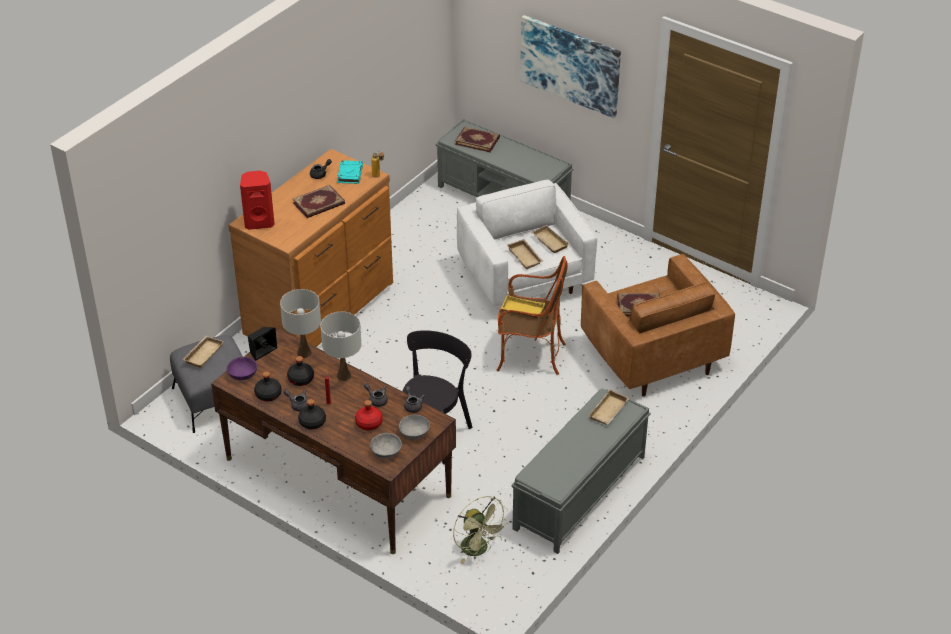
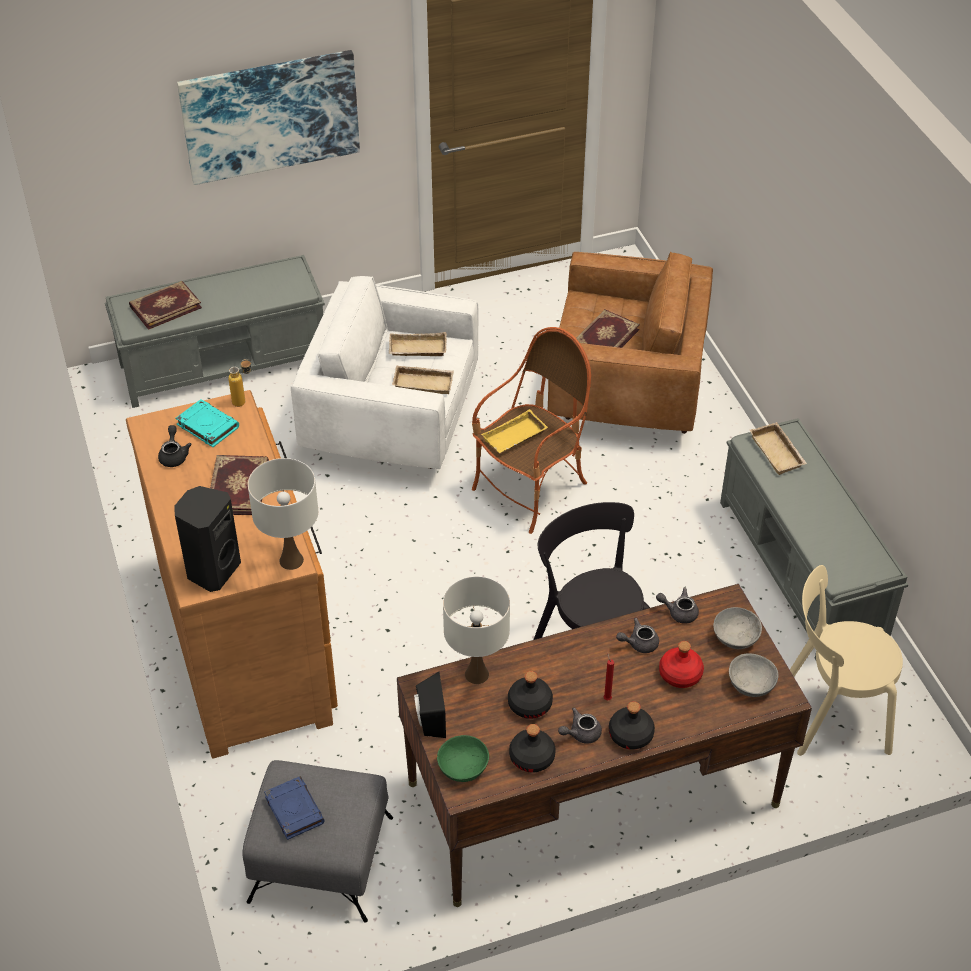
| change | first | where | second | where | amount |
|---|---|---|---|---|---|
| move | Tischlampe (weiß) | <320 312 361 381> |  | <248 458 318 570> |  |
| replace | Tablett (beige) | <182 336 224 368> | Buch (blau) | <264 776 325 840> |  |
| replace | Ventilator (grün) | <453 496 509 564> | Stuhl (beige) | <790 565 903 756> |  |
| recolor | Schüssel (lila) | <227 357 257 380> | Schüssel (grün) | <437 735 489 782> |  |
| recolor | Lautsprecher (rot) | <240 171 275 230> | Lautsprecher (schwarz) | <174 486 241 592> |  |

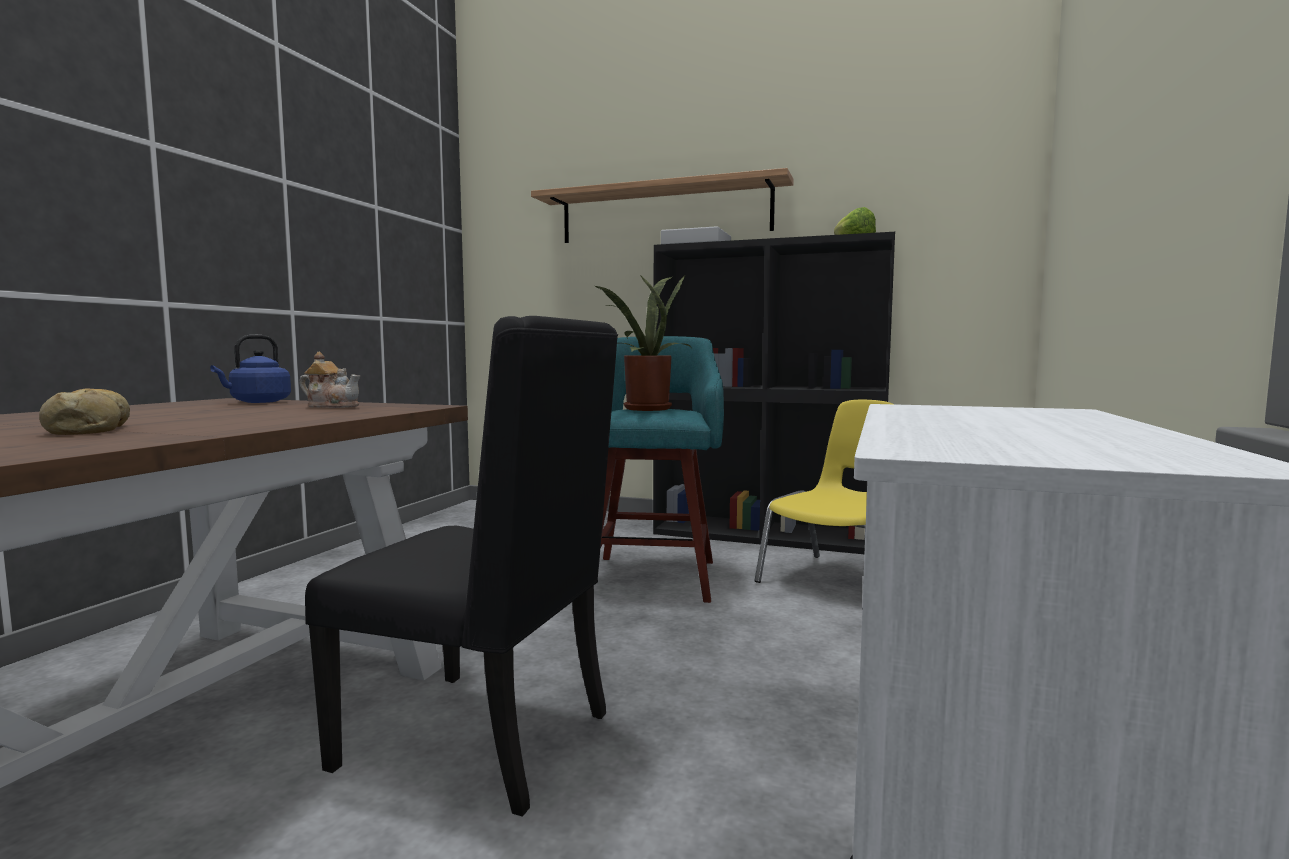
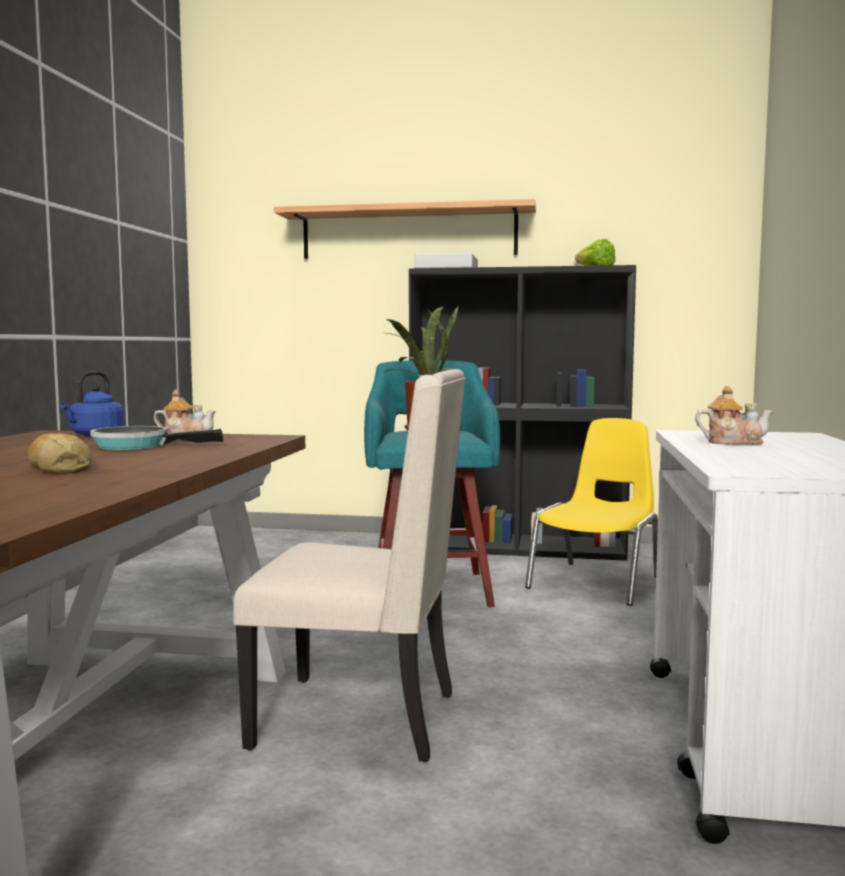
| change | first | where | second | where | amount |
|---|---|---|---|---|---|
| insert |  |  | Pfanne | <90 426 223 450> |  |
| insert |  |  | Teekanne | <695 386 774 445> |  |
| recolor | Stuhl (schwarz) | <305 316 618 817> | Stuhl (beige) | <233 369 466 762> |  |

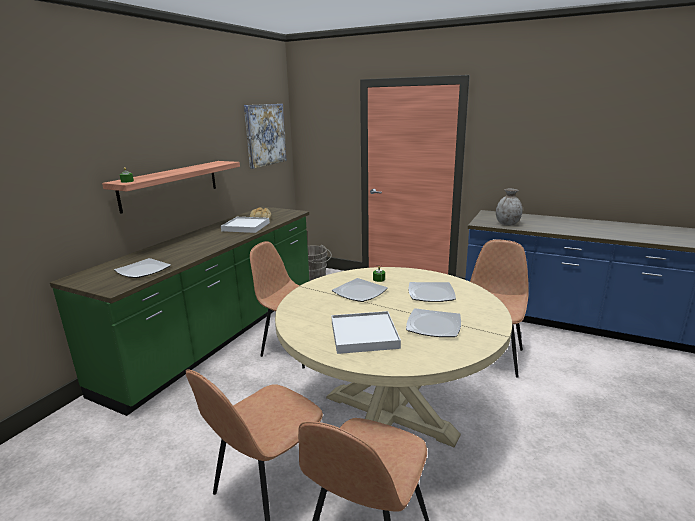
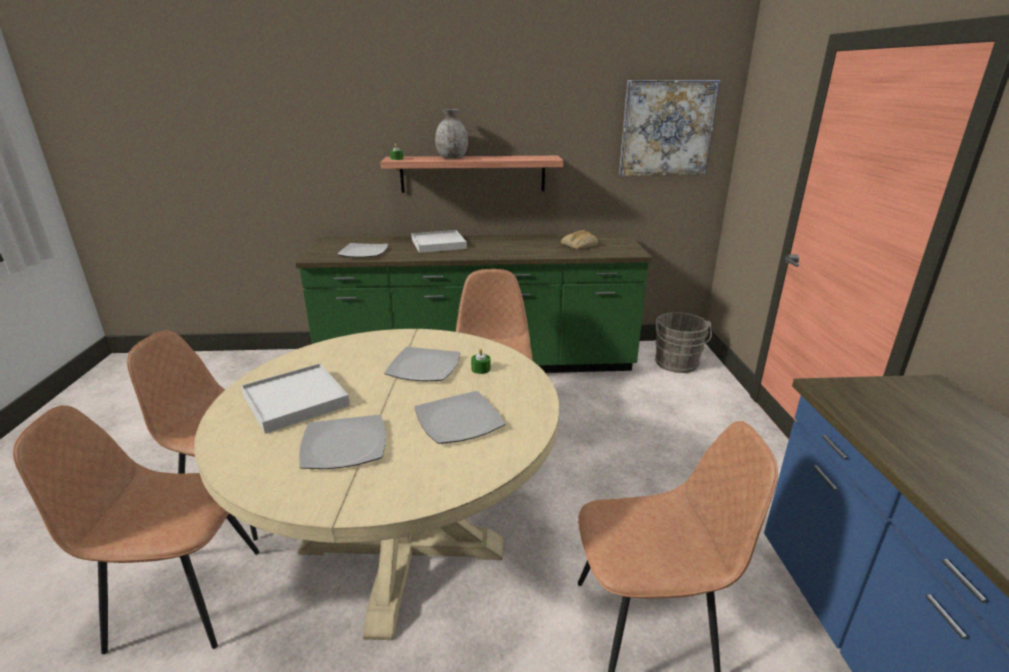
| change | first | where | second | where | amount |
|---|---|---|---|---|---|
| move | Tablett (weiß) | <221 217 270 233> |  | <411 230 467 253> |  |
| move | Vase (grau) | <496 189 523 225> |  | <435 109 468 159> |  |

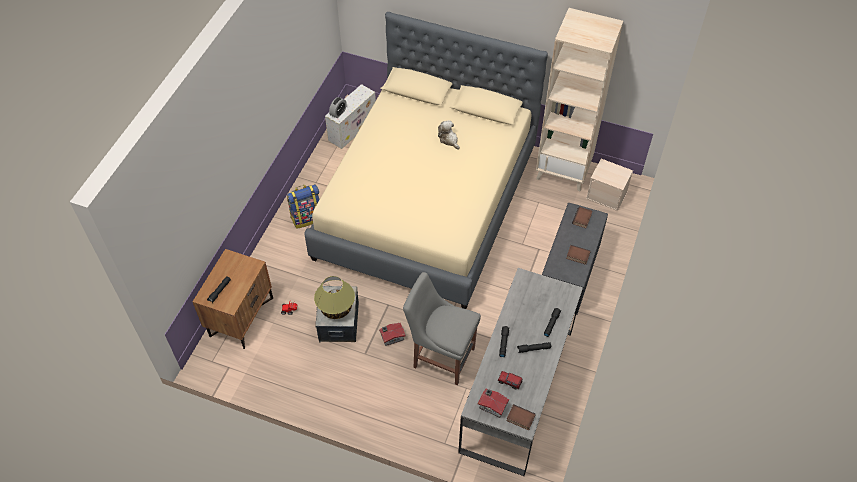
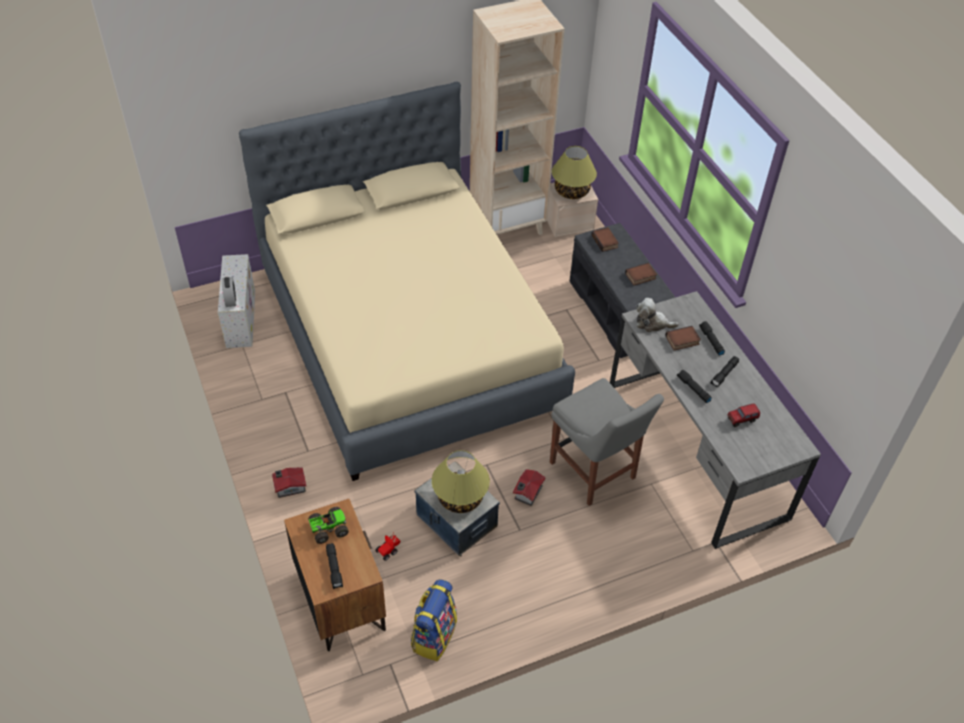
| change | first | where | second | where | amount |
|---|---|---|---|---|---|
| insert |  |  | Spielzeuglaster | <308 507 349 544> |  |
| insert |  |  | Tischlampe | <552 146 597 199> |  |
| move | Rucksack | <287 184 320 229> |  | <411 579 457 661> |  |
| move | Plüschtier | <438 120 460 150> |  | <636 298 679 332> |  |
| move | Spielzeughaus | <478 389 509 418> |  | <272 467 306 498> |  |
| move | Buch | <506 404 536 431> |  | <666 326 701 351> |  |
| rotate | Stuhl (grau) | <403 272 481 385> |  | <550 378 664 506> | 105 degrees counterclockwise |

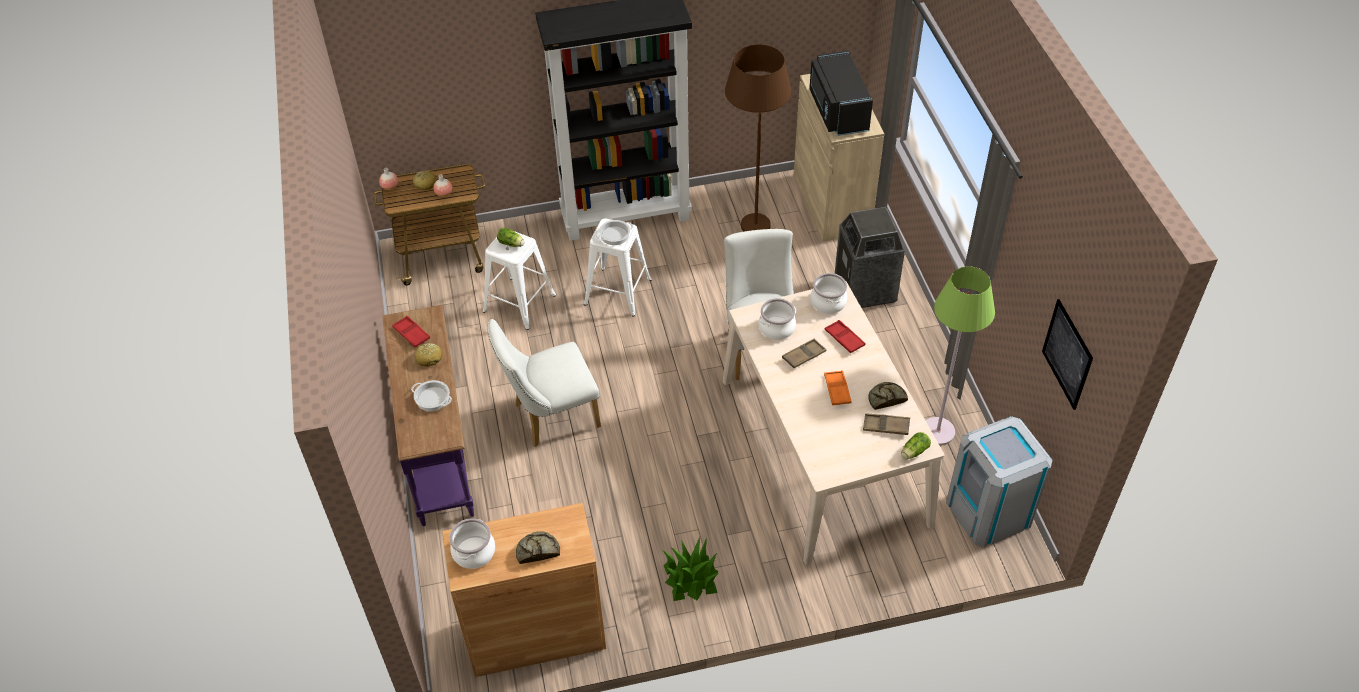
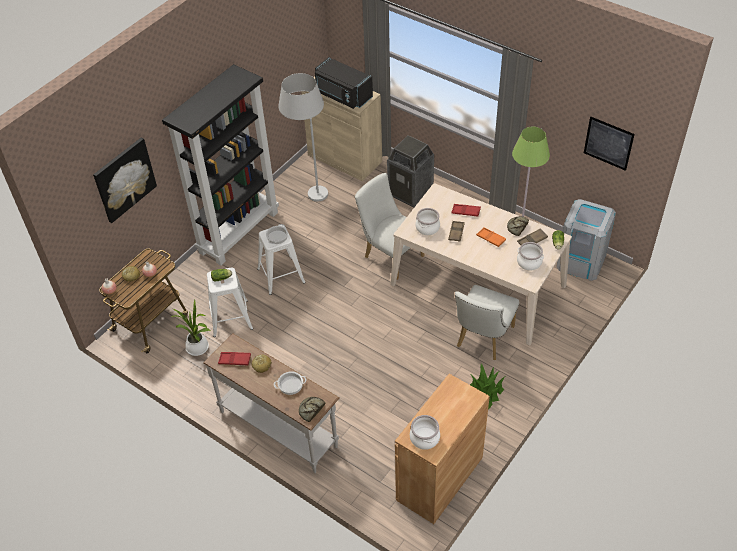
| change | first | where | second | where | amount |
|---|---|---|---|---|---|
| insert |  |  | Bild | <93 137 157 223> |  |
| insert |  |  | Topfpflanze | <171 300 210 356> |  |
| move | Stuhl (weiß) | <488 319 601 447> |  | <455 285 519 360> |  |
| move | Brot | <516 531 560 564> |  | <299 397 325 422> |  |
| move | Kochtopf | <810 273 847 314> |  | <517 242 544 271> |  |
| recolor | Konsolentisch (lila) | <382 305 474 526> | Konsolentisch (weiß) | <203 333 340 473> |  |
| recolor | Stehlampe (braun) | <725 44 791 232> | Stehlampe (weiß) | <278 73 328 202> |  |

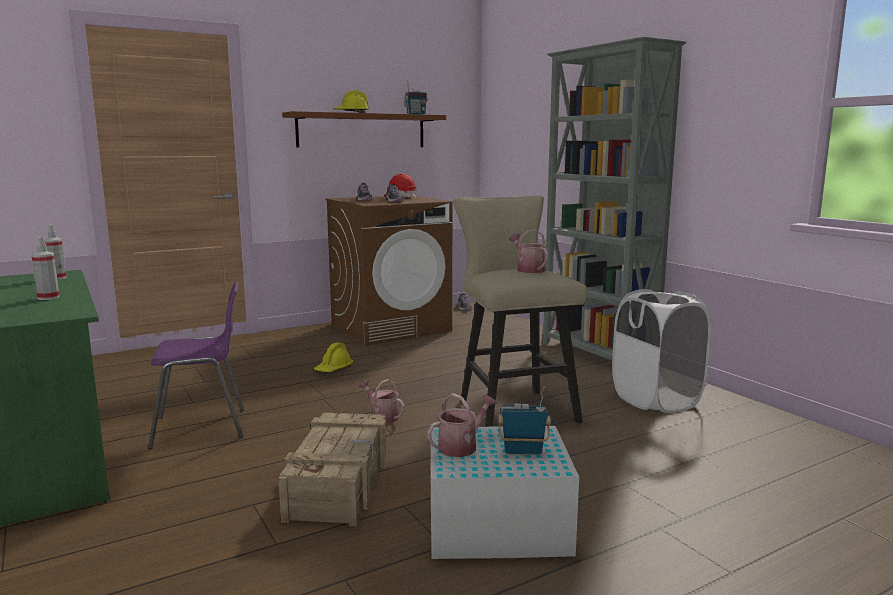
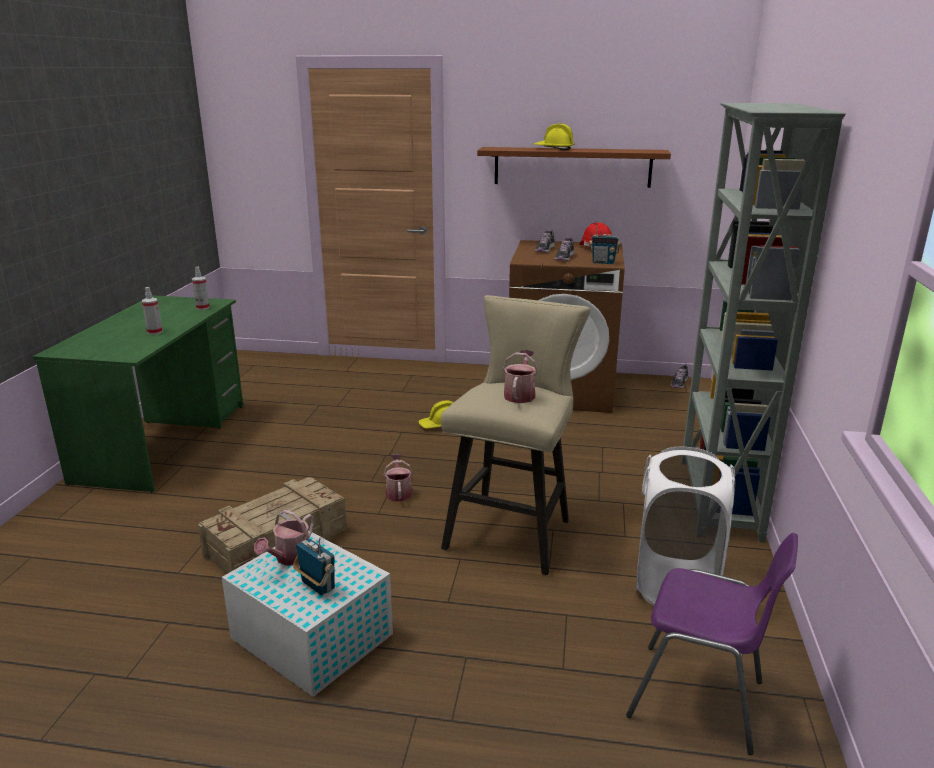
| change | first | where | second | where | amount |
|---|---|---|---|---|---|
| move | Stuhl (lila) | <148 282 245 449> |  | <626 533 798 755> |  |
| move | Radio | <404 80 428 115> |  | <589 221 620 264> |  |
| rotate | Gießkanne | <427 393 497 457> |  | <254 510 315 566> | 120 degrees clockwise |

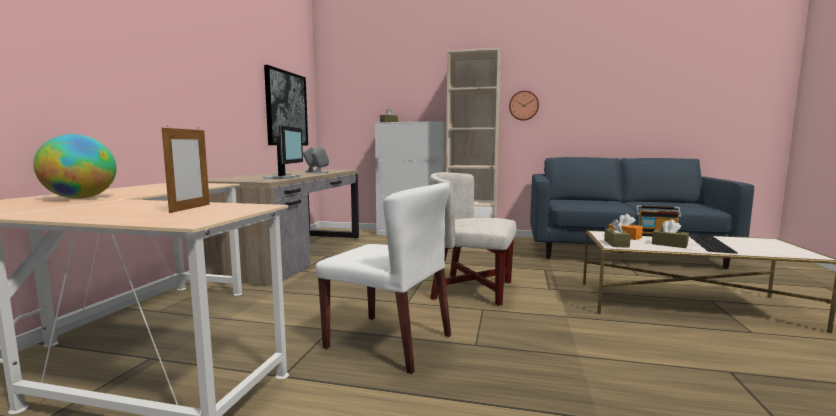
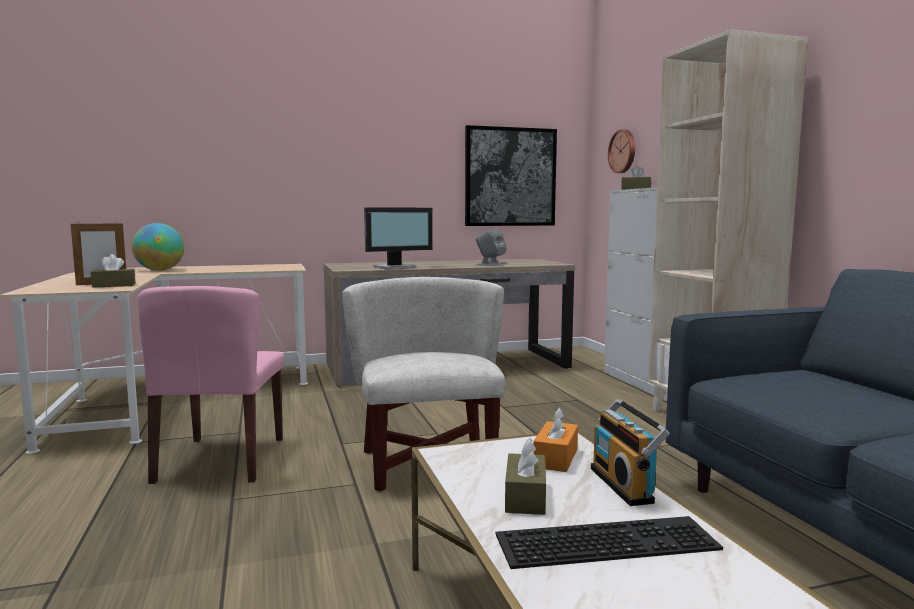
| change | first | where | second | where | amount |
|---|---|---|---|---|---|
| move | Wanduhr | <509 91 539 121> |  | <608 129 635 173> |  |
| move | Taschentuchbox (braun) | <604 219 631 248> |  | <91 254 136 288> |  |
| recolor | Stuhl (weiß) | <315 183 451 374> | Stuhl (rosa) | <138 286 285 484> |  |

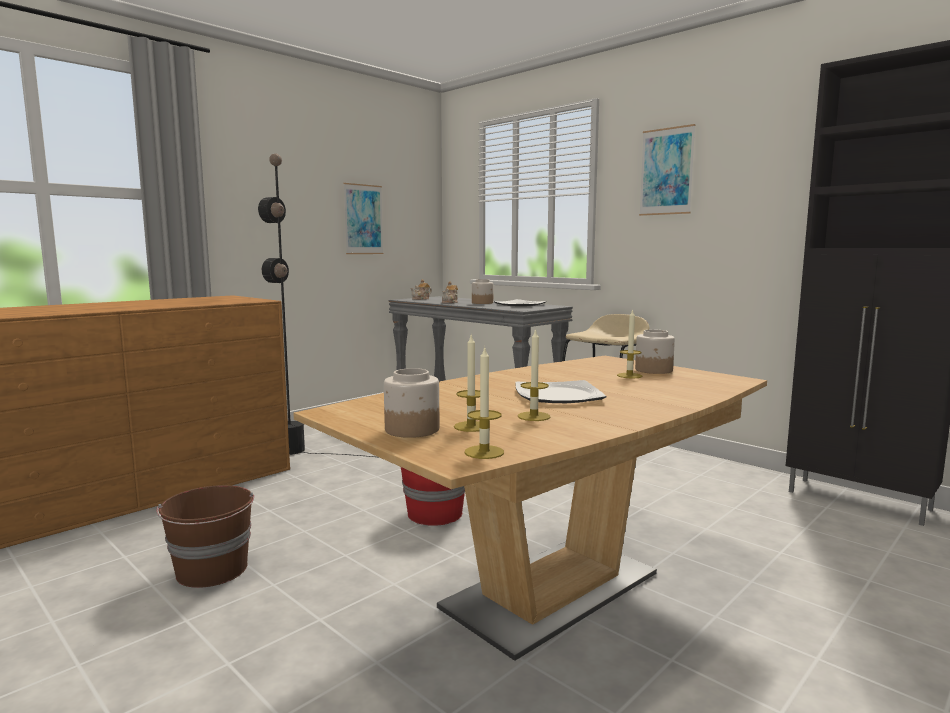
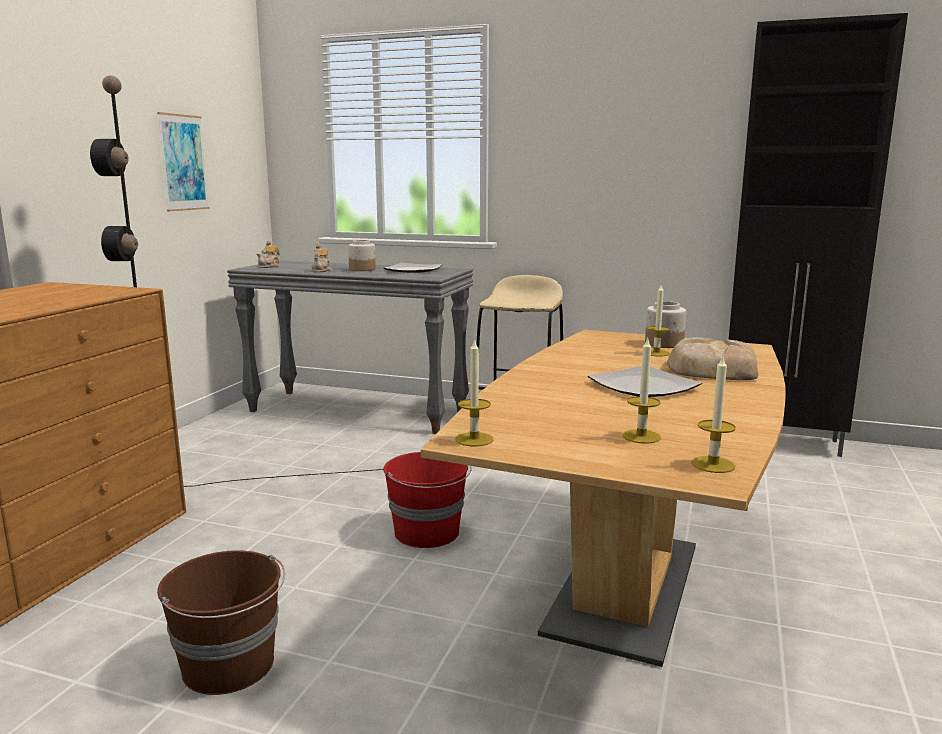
| change | first | where | second | where | amount |
|---|---|---|---|---|---|
| delete | Vorratsglas | <384 368 439 438> |  |  |  |
| delete | Bild | <639 124 696 216> |  |  |  |
| insert |  |  | Brot | <667 337 759 380> |  |
| move | Kerze | <518 328 551 421> |  | <455 338 493 446> |  |

